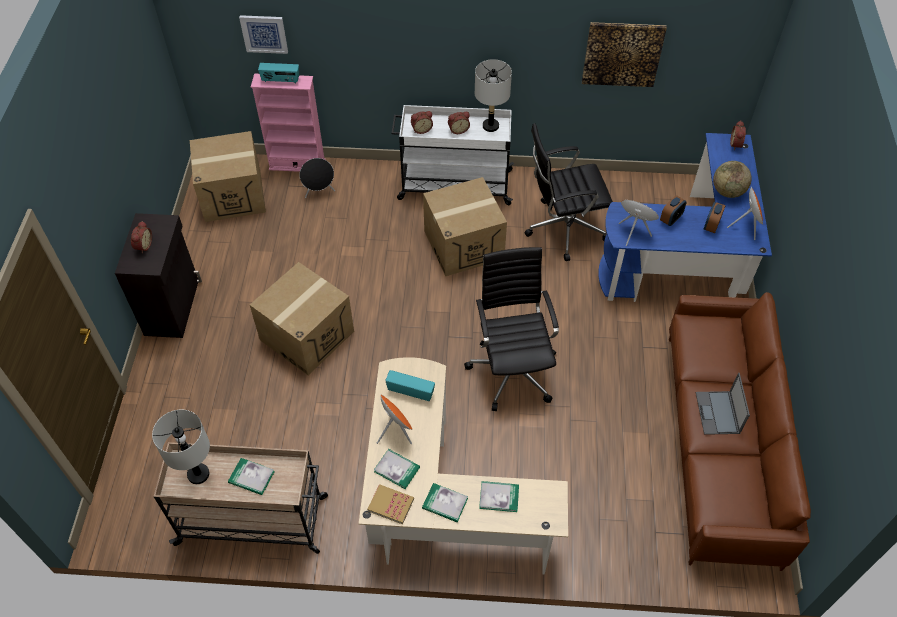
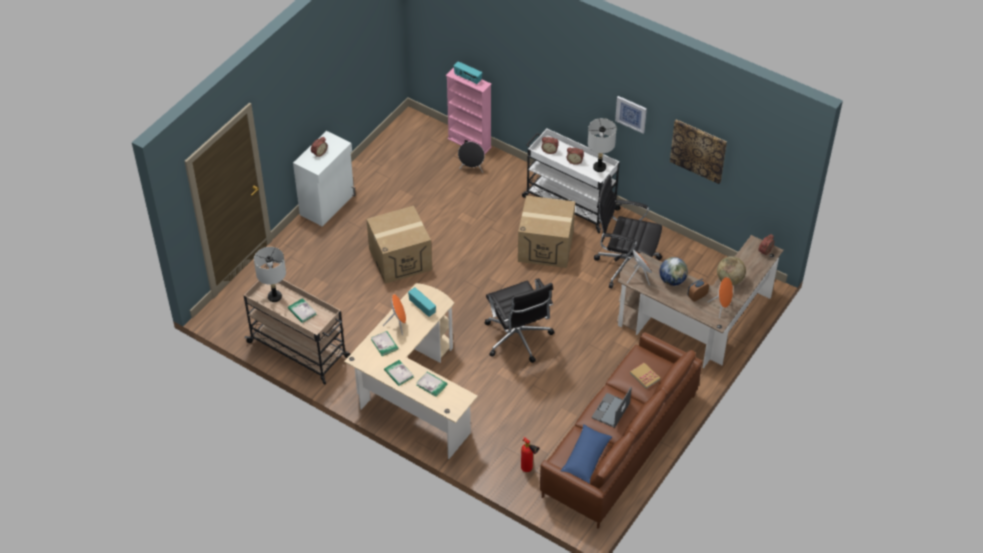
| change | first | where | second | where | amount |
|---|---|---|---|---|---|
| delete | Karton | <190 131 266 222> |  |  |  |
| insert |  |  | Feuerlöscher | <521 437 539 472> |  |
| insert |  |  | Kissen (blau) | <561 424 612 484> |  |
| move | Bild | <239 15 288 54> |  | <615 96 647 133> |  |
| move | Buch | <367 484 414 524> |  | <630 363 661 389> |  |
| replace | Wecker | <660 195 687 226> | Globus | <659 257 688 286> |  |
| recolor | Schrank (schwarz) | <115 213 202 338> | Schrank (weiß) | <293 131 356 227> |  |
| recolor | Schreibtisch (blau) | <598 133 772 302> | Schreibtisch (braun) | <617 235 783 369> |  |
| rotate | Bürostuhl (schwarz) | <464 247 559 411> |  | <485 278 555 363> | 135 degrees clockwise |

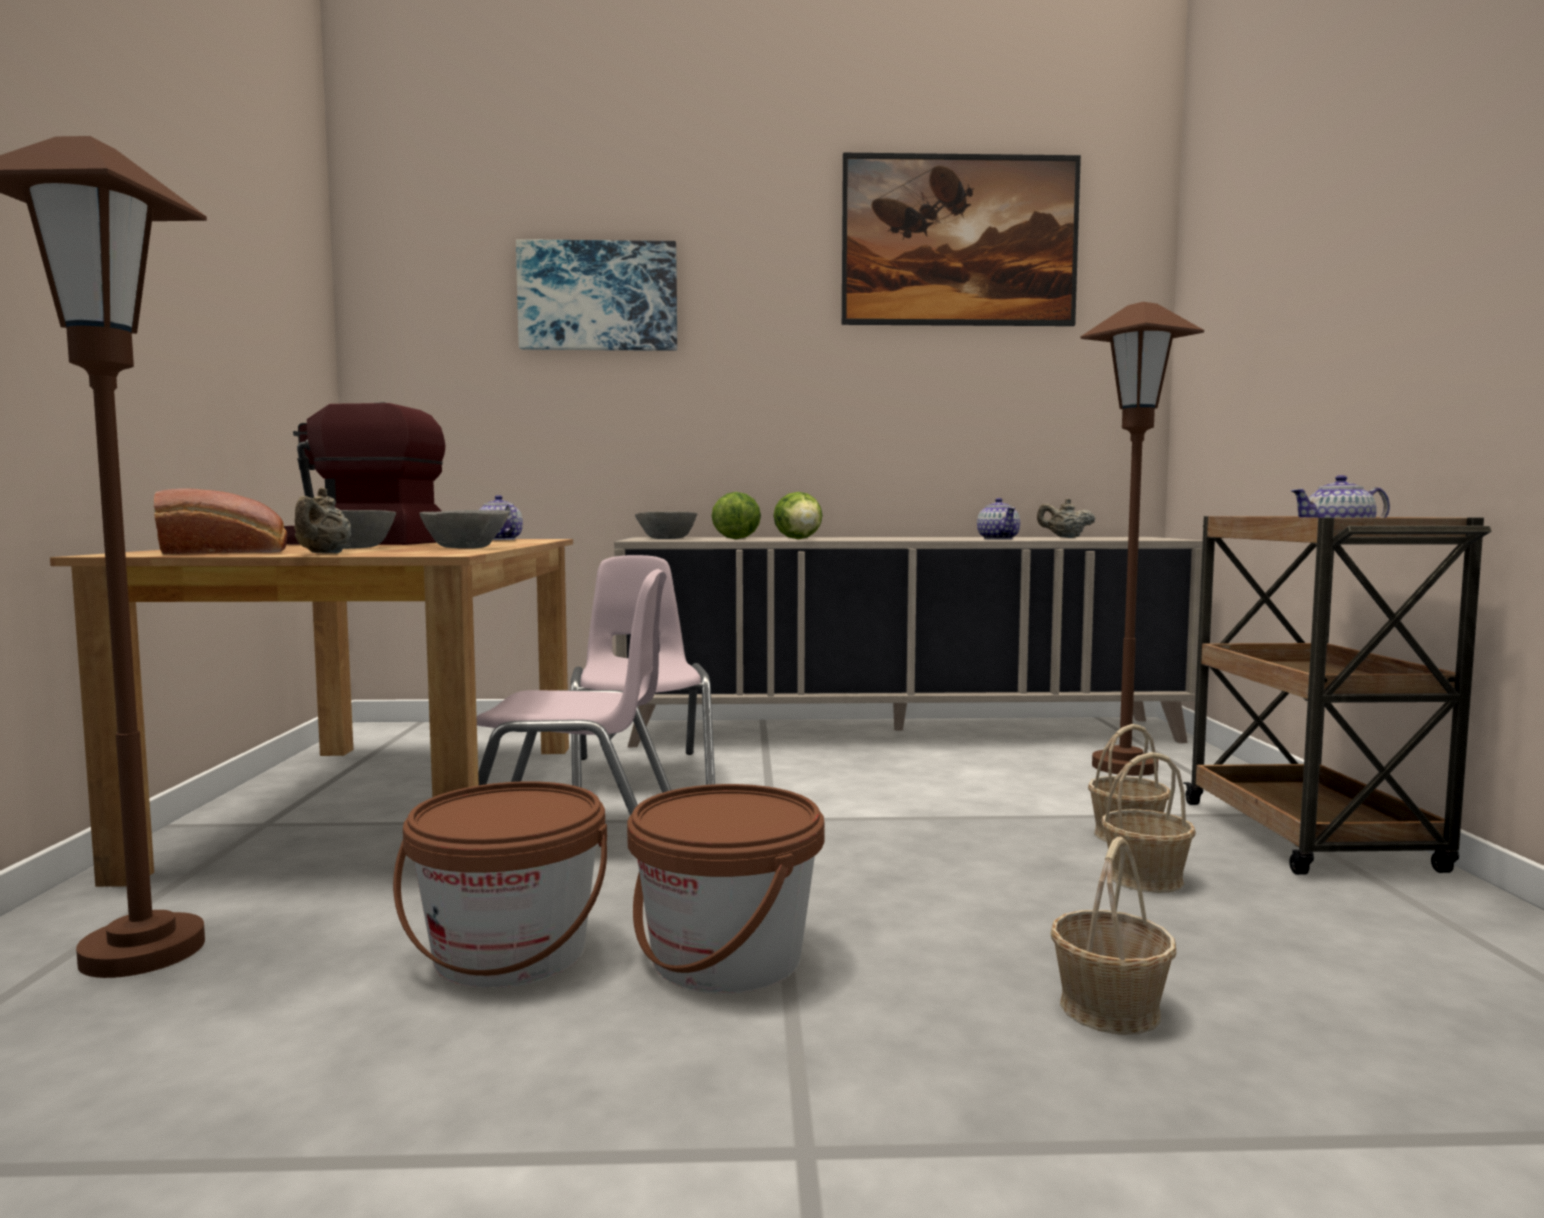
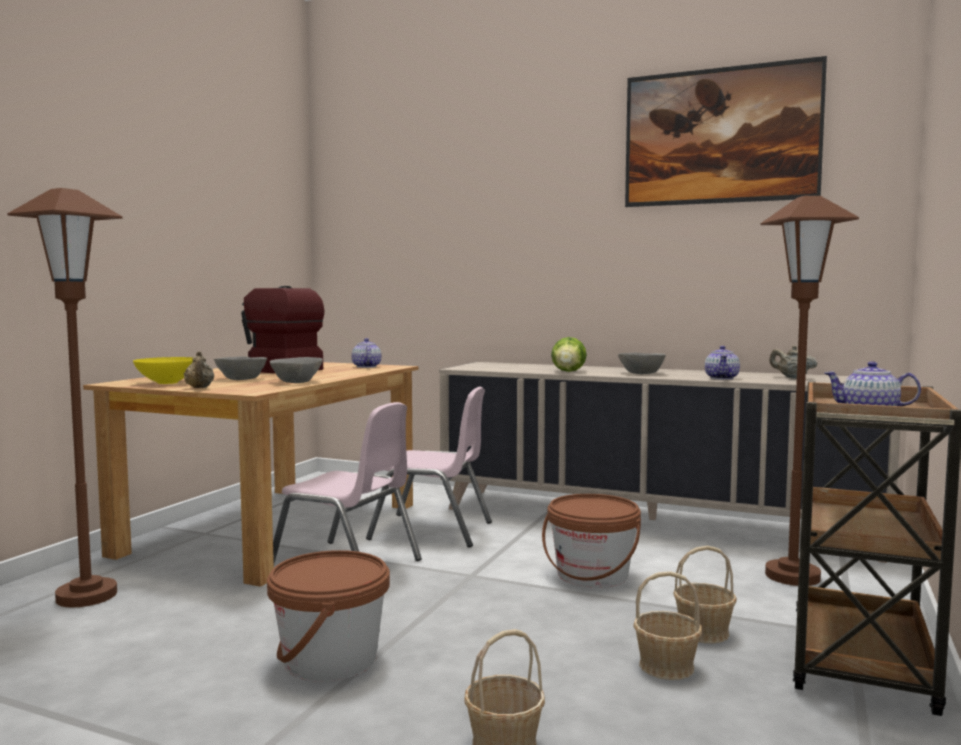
| change | first | where | second | where | amount |
|---|---|---|---|---|---|
| delete | Bild | <516 239 677 351> |  |  |  |
| delete | Salatkopf | <712 492 761 539> |  |  |  |
| move | Eimer (braun) | <393 781 607 988> |  | <542 494 641 588> |  |
| move | Schüssel (grau) | <635 512 697 539> |  | <618 353 666 374> |  |
| replace | Brot | <154 488 287 554> | Schüssel (gelb) | <133 357 193 384> |  |
| rotate | Teekanne (beige) | <294 487 351 554> |  | <184 351 214 388> | 45 degrees counterclockwise |
| rotate | Stuhl (rosa) | <571 555 715 788> |  | <366 387 492 547> | 90 degrees clockwise |

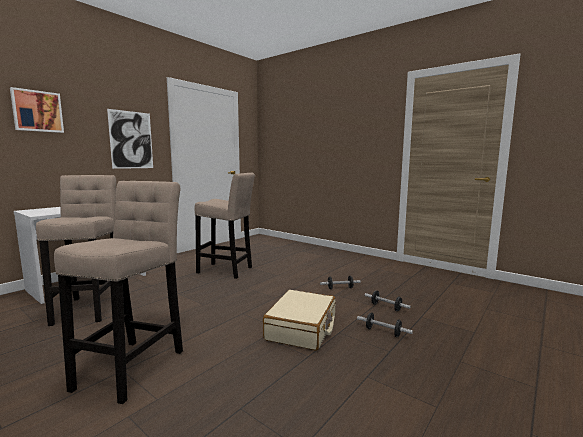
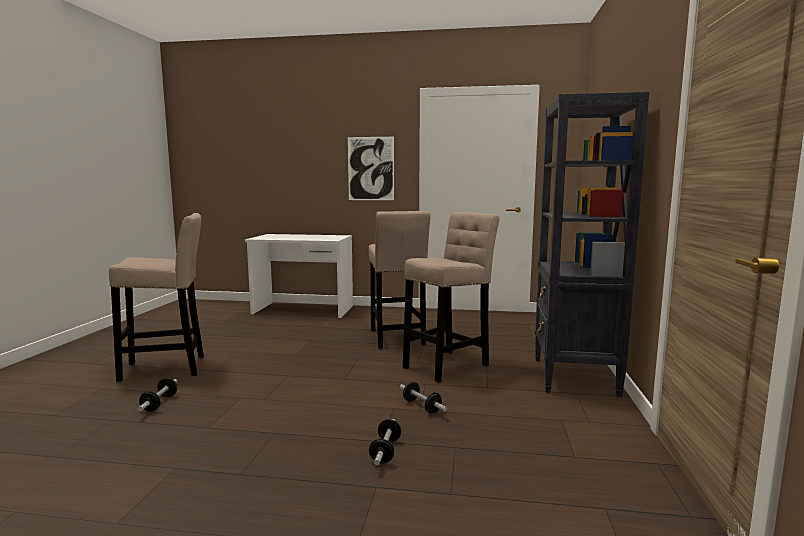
| change | first | where | second | where | amount |
|---|---|---|---|---|---|
| delete | Bild | <10 87 64 133> |  |  |  |
| delete | Koffer (beige) | <263 290 336 351> |  |  |  |
| insert |  |  | Bücherregal (schwarz) | <534 92 649 397> |  |
| move | Hocker (beige) | <36 175 116 326> |  | <403 212 500 383> |  |
| move | Hantel | <357 313 413 337> |  | <138 378 177 412> |  |

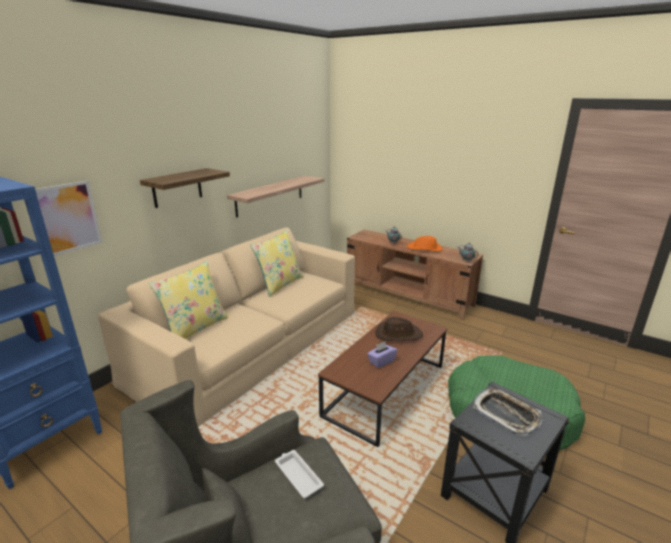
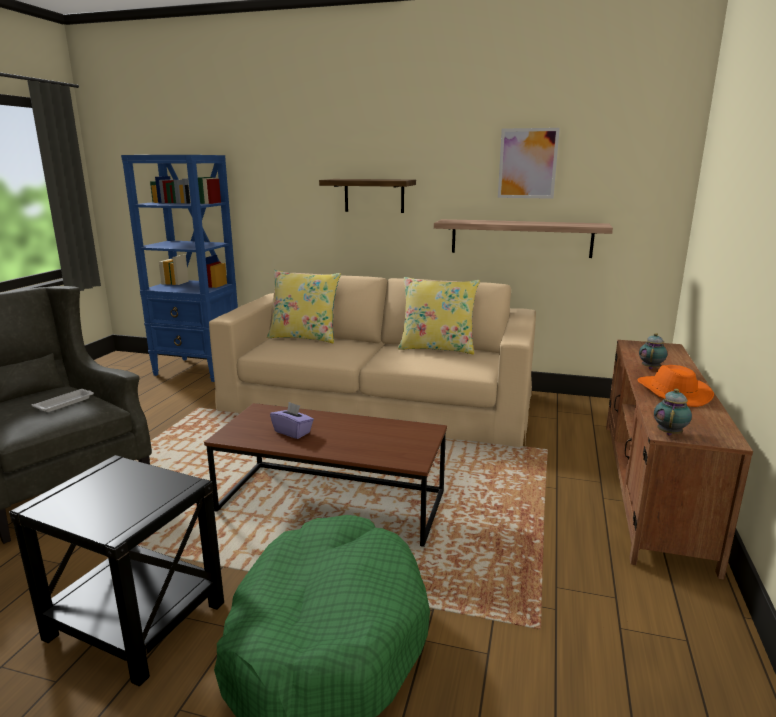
| change | first | where | second | where | amount |
|---|---|---|---|---|---|
| delete | Hut (braun) | <375 317 423 341> |  |  |  |
| delete | Tablett | <473 388 542 436> |  |  |  |
| move | Bild | <35 181 103 256> |  | <498 128 560 199> |  |

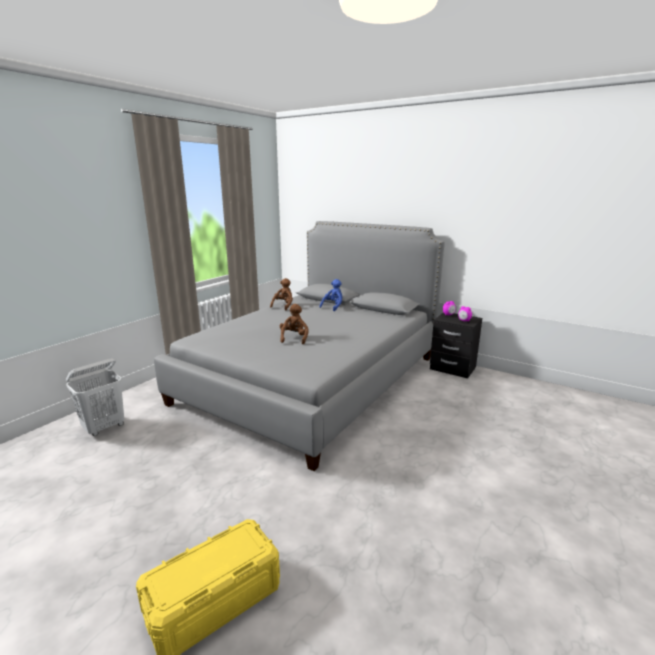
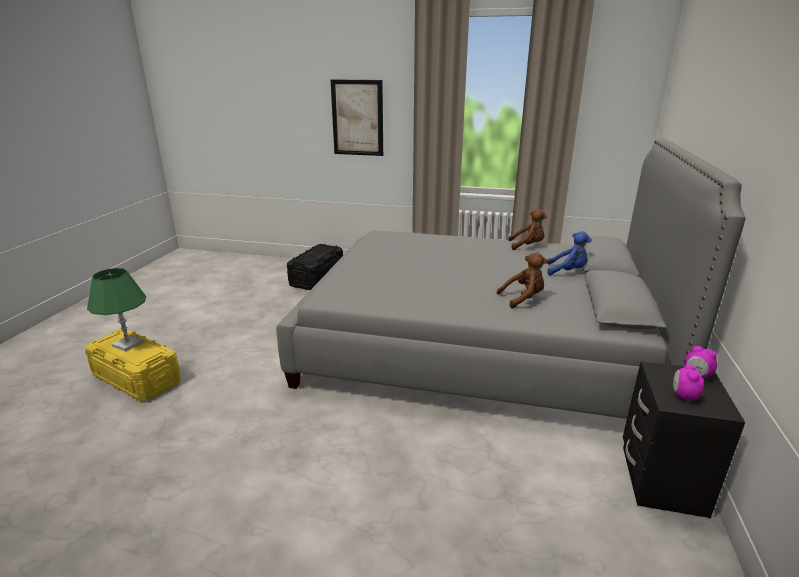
| change | first | where | second | where | amount |
|---|---|---|---|---|---|
| insert |  |  | Tischlampe (grün) | <87 268 146 352> |  |
| insert |  |  | Bild | <331 79 383 156> |  |
| move | Plüschtier (braun) | <280 304 308 344> |  | <497 252 547 308> |  |
| replace | Wäschekorb (weiß) | <66 358 124 436> | Aufbewahrungsbox (schwarz) | <287 244 343 290> |  |

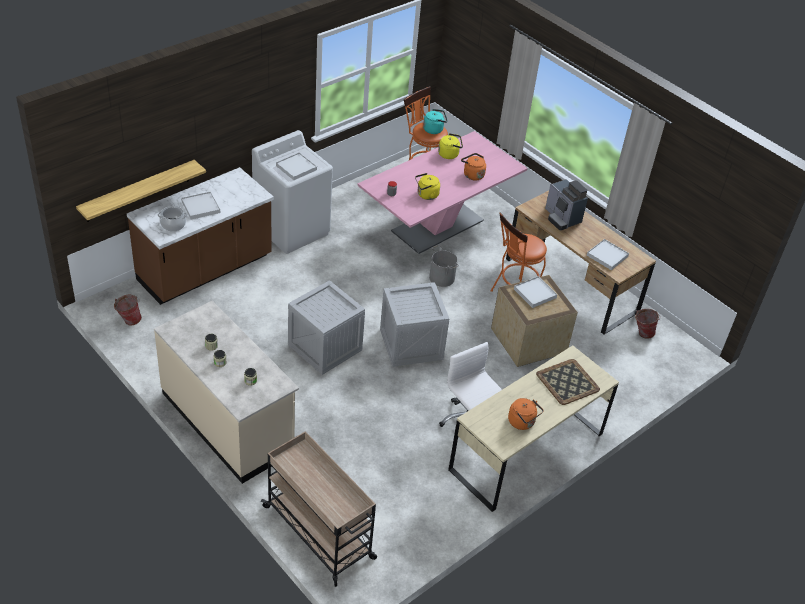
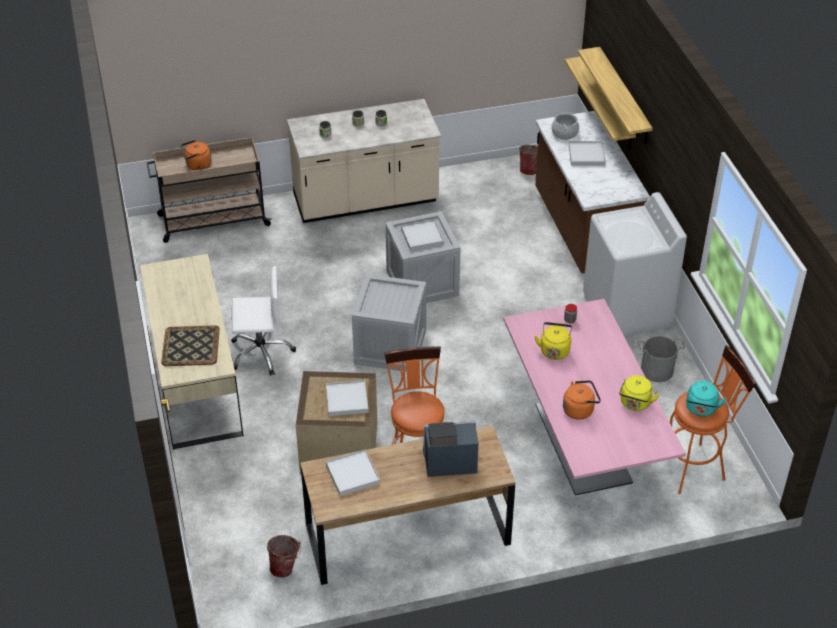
| change | first | where | second | where | amount |
|---|---|---|---|---|---|
| insert |  |  | Wandregal | <578 47 653 144> |  |
| move | Tablett (weiß) | <276 152 317 180> |  | <401 219 444 251> |  |
| move | Eimer (grau) | <429 245 459 287> |  | <638 336 685 382> |  |
| move | Wasserkessel (orange) | <508 398 544 430> |  | <181 140 212 171> |  |

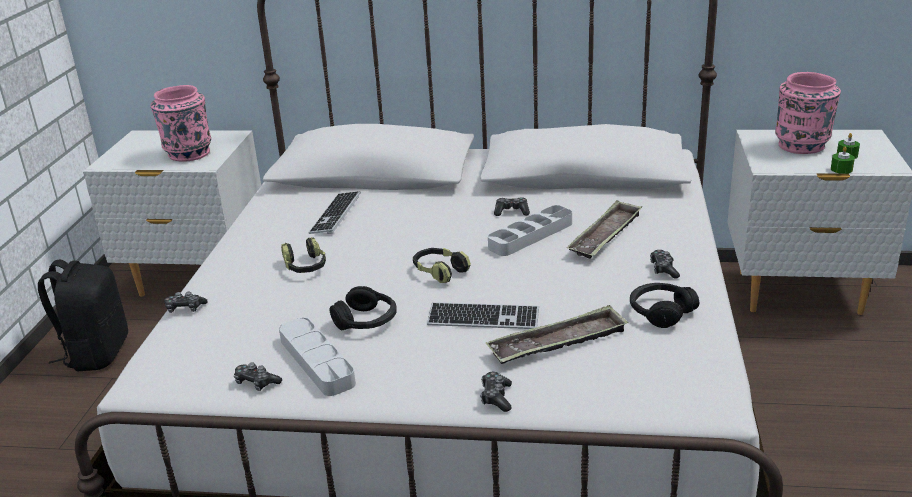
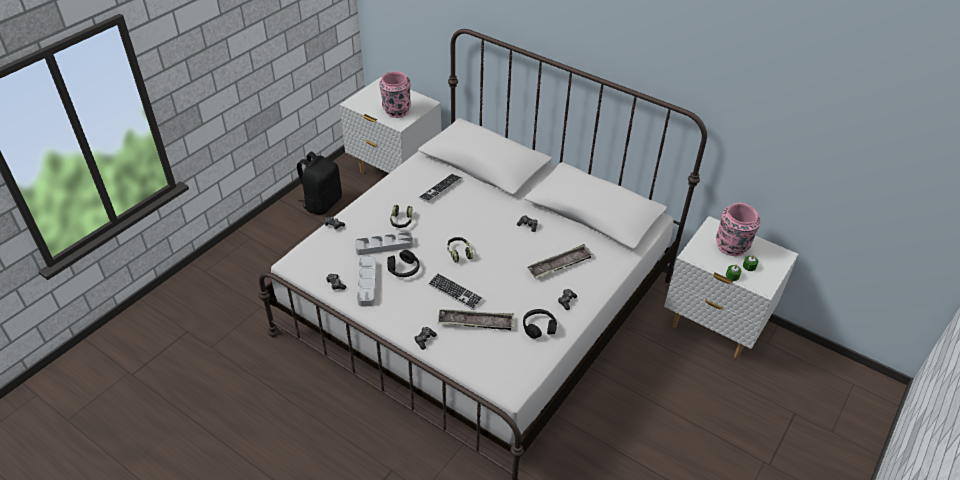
| change | first | where | second | where | amount |
|---|---|---|---|---|---|
| move | Tablett (grau) | <488 205 572 256> |  | <355 232 413 255> |  |

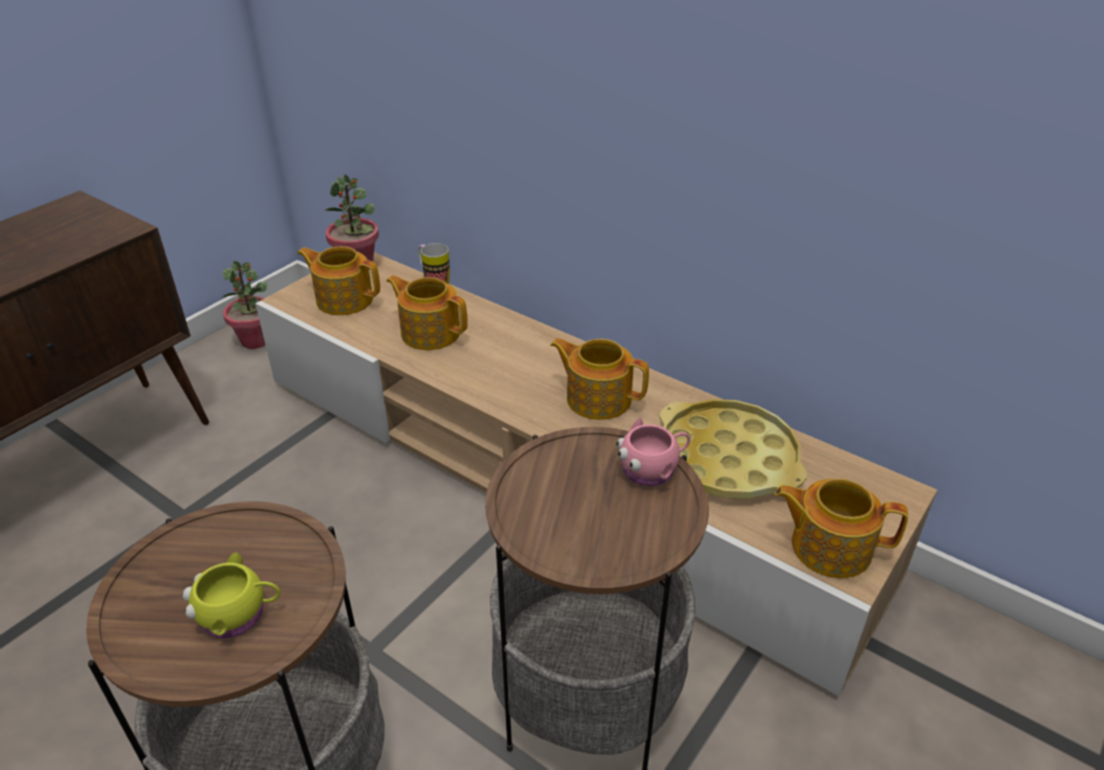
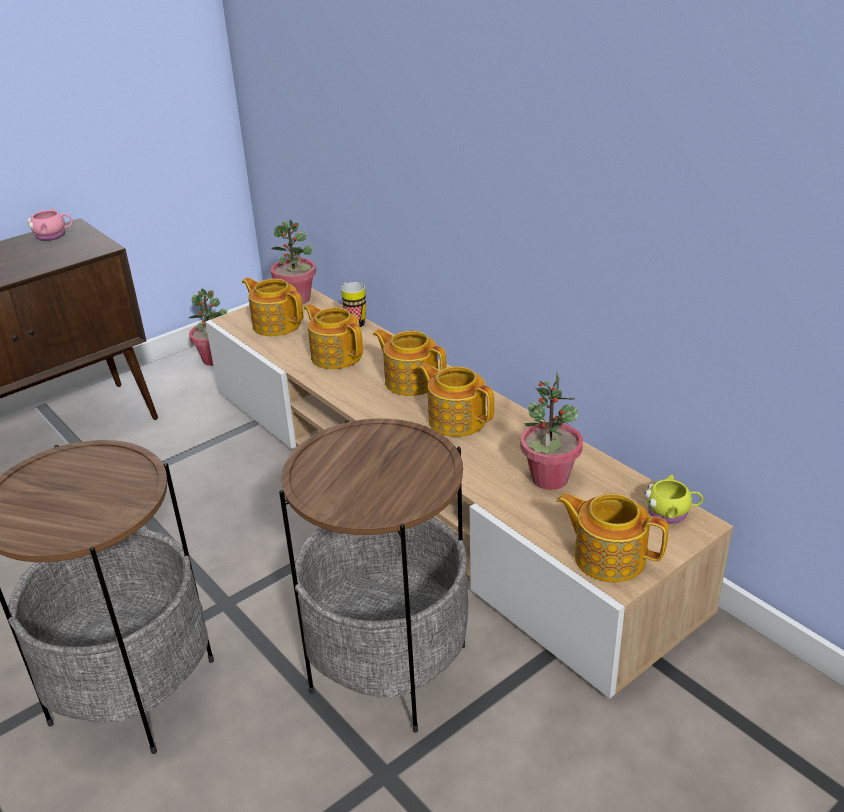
| change | first | where | second | where | amount |
|---|---|---|---|---|---|
| insert |  |  | Teekanne | <373 329 447 396> |  |
| move | Henkelbecher (gelb) | <182 552 280 638> |  | <645 475 703 524> |  |
| move | Henkelbecher (rosa) | <616 418 691 486> |  | <27 208 72 241> |  |
| replace | Tablett (gelb) | <659 399 807 499> | Topfpflanze | <520 371 583 490> |  |

